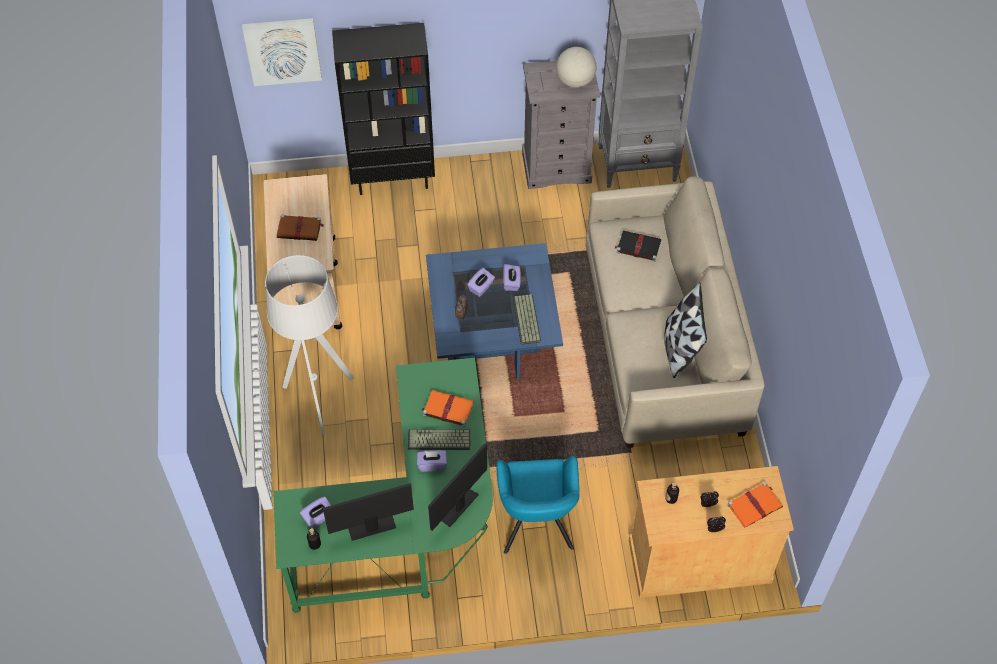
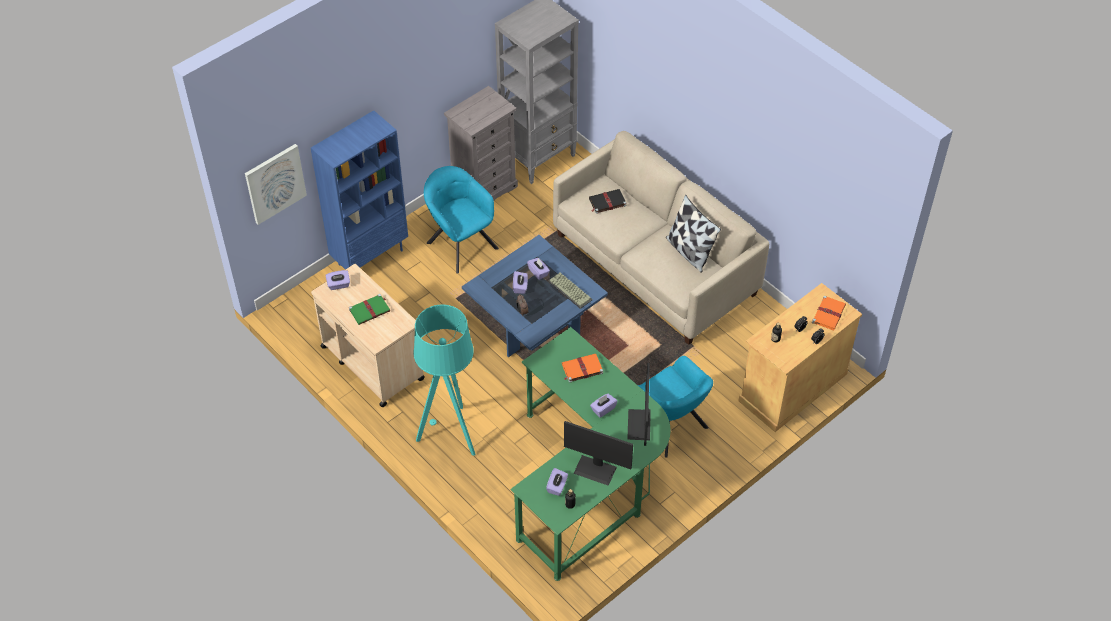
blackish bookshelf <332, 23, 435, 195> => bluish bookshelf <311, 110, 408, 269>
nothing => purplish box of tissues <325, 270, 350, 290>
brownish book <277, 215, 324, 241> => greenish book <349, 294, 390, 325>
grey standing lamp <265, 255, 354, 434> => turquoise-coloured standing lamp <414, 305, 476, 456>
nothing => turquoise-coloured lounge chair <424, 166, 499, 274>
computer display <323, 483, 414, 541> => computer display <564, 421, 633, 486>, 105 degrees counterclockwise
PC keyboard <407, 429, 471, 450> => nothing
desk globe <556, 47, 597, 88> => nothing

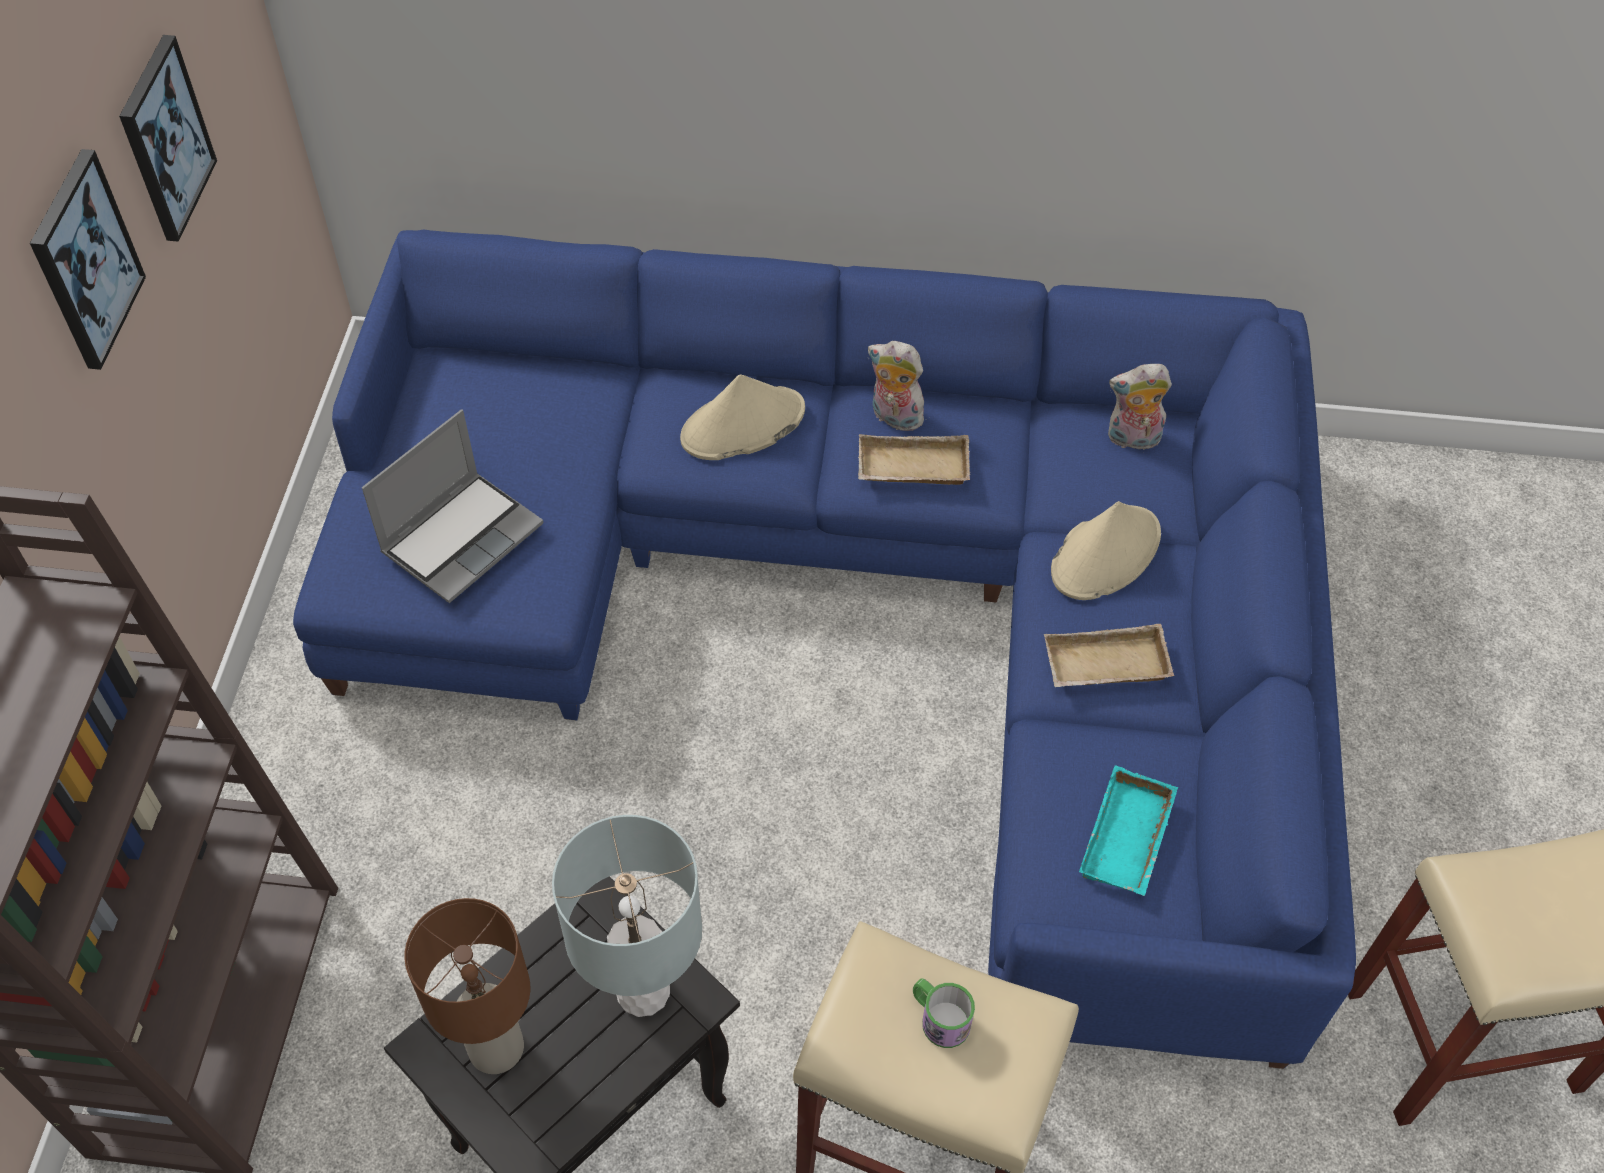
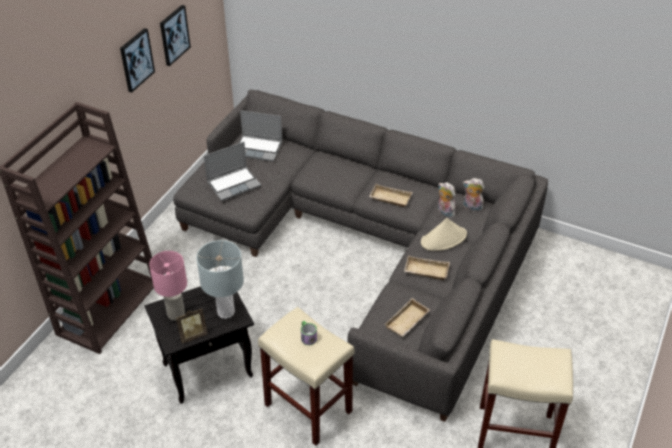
brownish tabletop lamp <405, 898, 530, 1074> => pink tabletop lamp <149, 251, 187, 321>
bluish sofa <293, 229, 1356, 1069> => grey sofa <173, 90, 548, 422>
nothing => standing frame <176, 309, 208, 343>
nothing => laptop <239, 110, 283, 162>
turquoise-coloured carrying tray <1079, 765, 1178, 896> => beige carrying tray <385, 298, 430, 337>
soft toy <868, 341, 924, 431> => soft toy <438, 182, 456, 218>, shifted
beige clothing hat <680, 374, 805, 460> => nothing

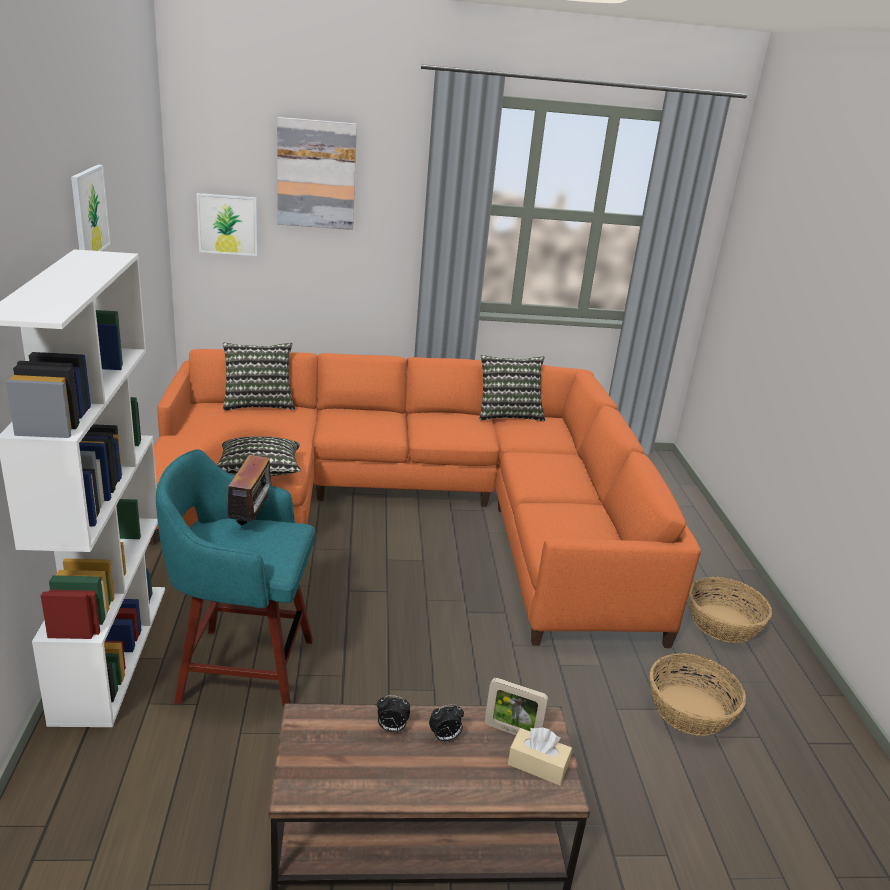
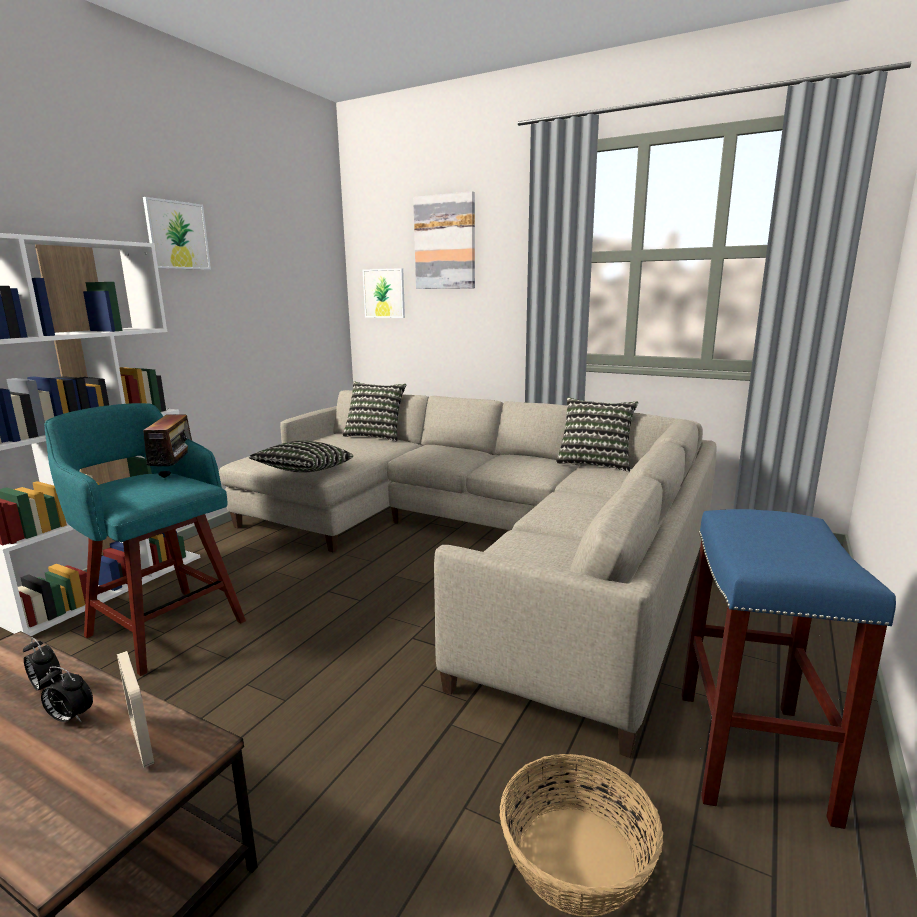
radio <227, 454, 276, 530> => radio <138, 408, 192, 478>, 45 degrees counterclockwise
orange-coloured sofa <148, 349, 701, 648> => beige sofa <219, 390, 716, 758>
household basket <689, 577, 772, 643> => bluish stool seat <682, 509, 896, 829>
beige box of tissues <508, 728, 572, 785> => nothing

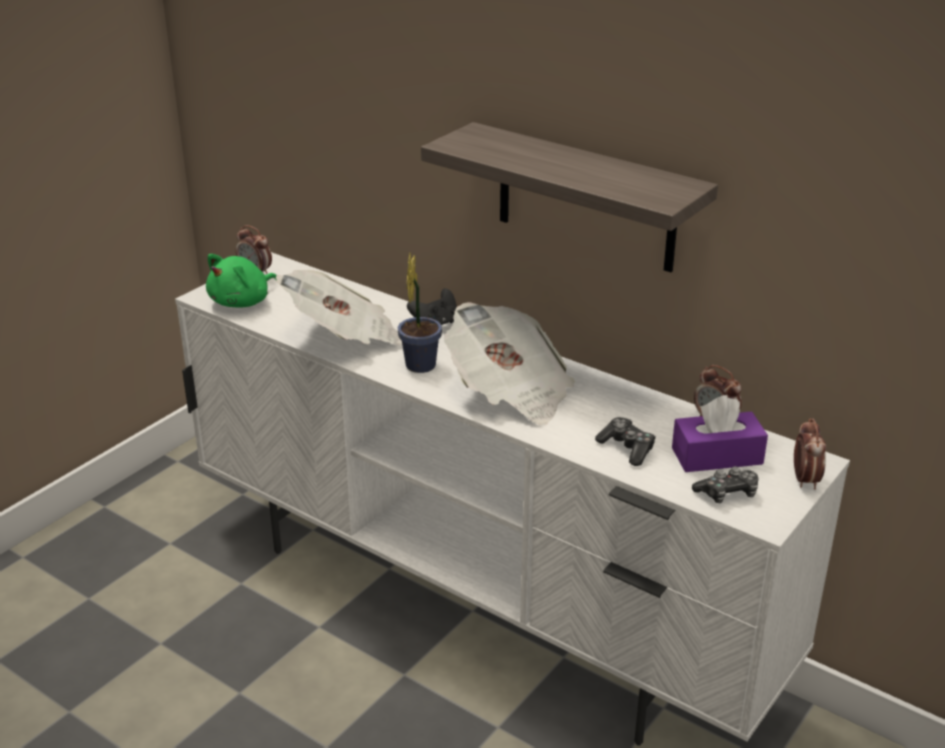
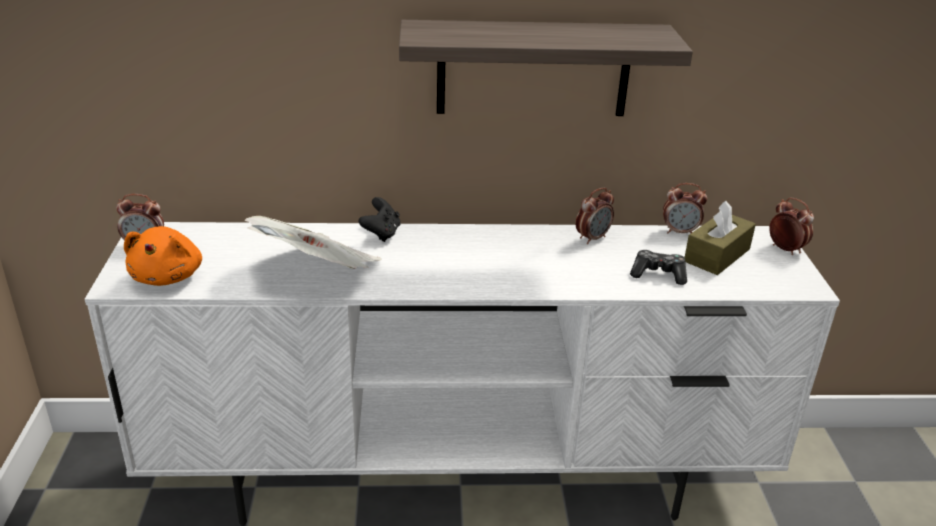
greenish soft toy <206, 254, 277, 308> => orange-coloured soft toy <124, 226, 202, 286>
nothing => table clock <576, 188, 614, 244>
purplish box of tissues <672, 395, 768, 472> => brownish box of tissues <684, 201, 756, 275>
potted plant <398, 253, 442, 373> => nothing
newspaper <444, 302, 575, 424> => nothing
gamepad <692, 466, 759, 503> => nothing

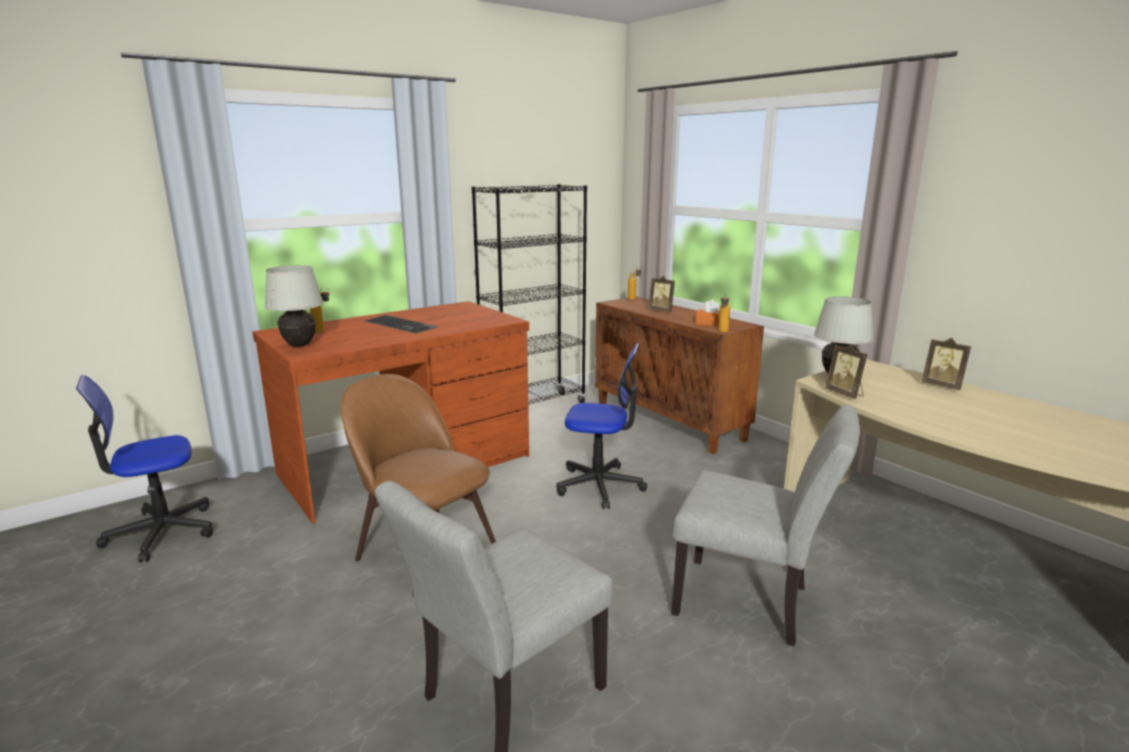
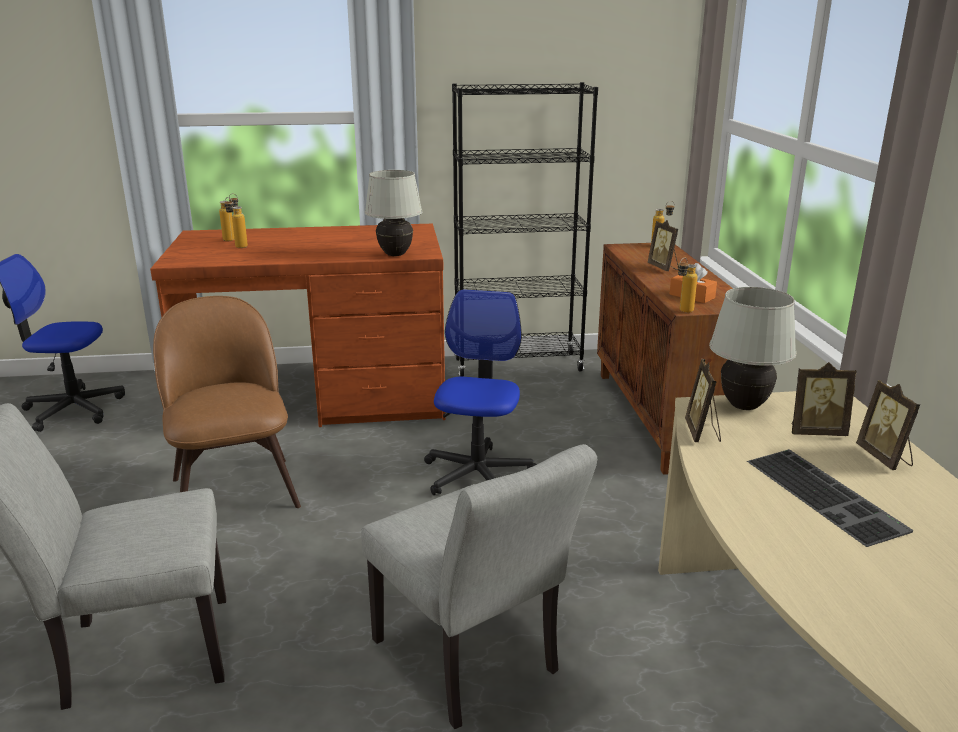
nothing => drink bottle <224, 197, 248, 248>
white tabletop lamp <264, 265, 323, 347> => white tabletop lamp <365, 170, 422, 256>, shifted
desk chair <557, 343, 647, 509> => desk chair <424, 289, 537, 495>, 120 degrees counterclockwise
PC keyboard <365, 315, 438, 333> => PC keyboard <747, 449, 914, 547>, shifted
nothing => standing frame <792, 362, 857, 436>

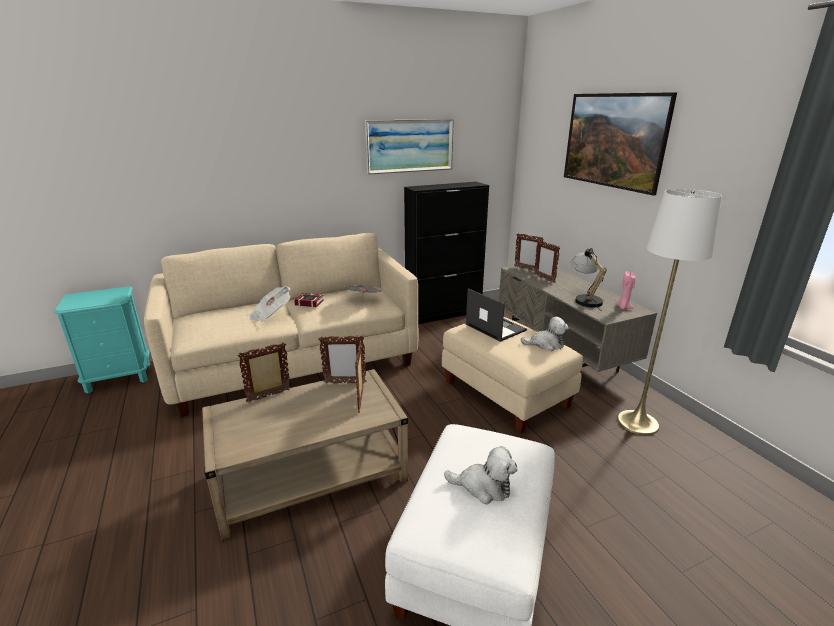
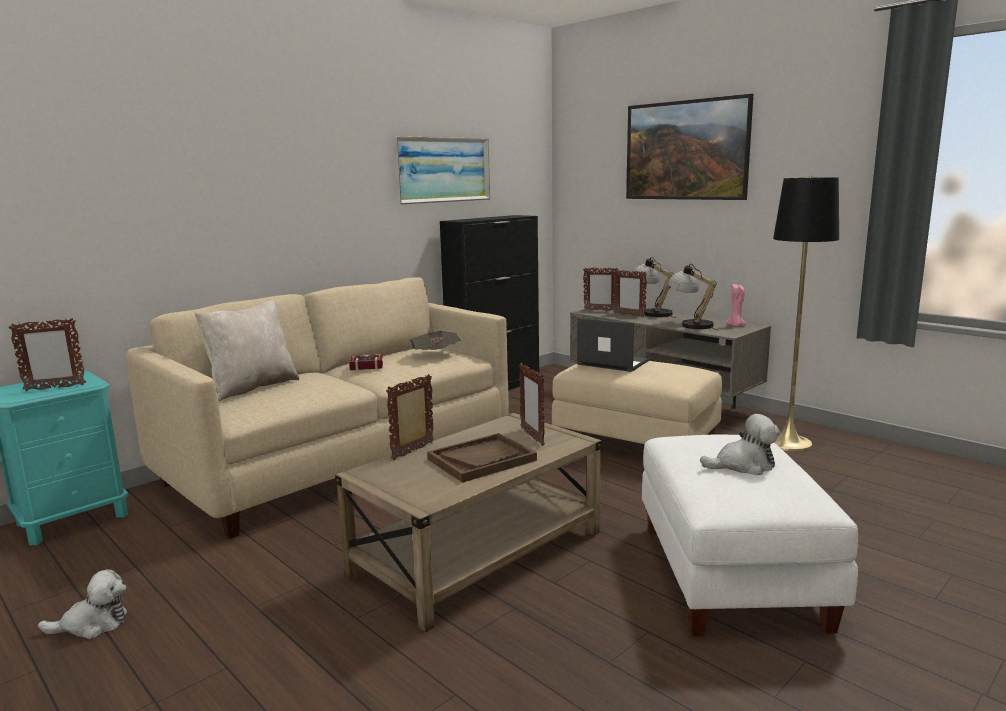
standing frame <319, 336, 366, 383> => standing frame <9, 318, 86, 391>, shifted
soft toy <521, 317, 569, 351> => soft toy <38, 569, 127, 639>, shifted
nothing => beige throw pillow <195, 300, 299, 401>
nothing => brownish carrying tray <427, 433, 537, 483>
nothing => tabletop lamp <633, 257, 676, 318>
white standing lamp <617, 189, 722, 435> => blackish standing lamp <773, 176, 839, 452>
newspaper <247, 286, 290, 322> => nothing

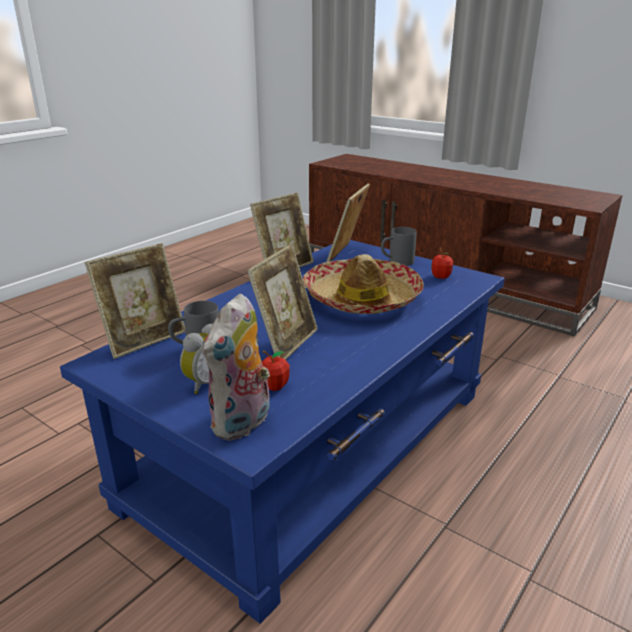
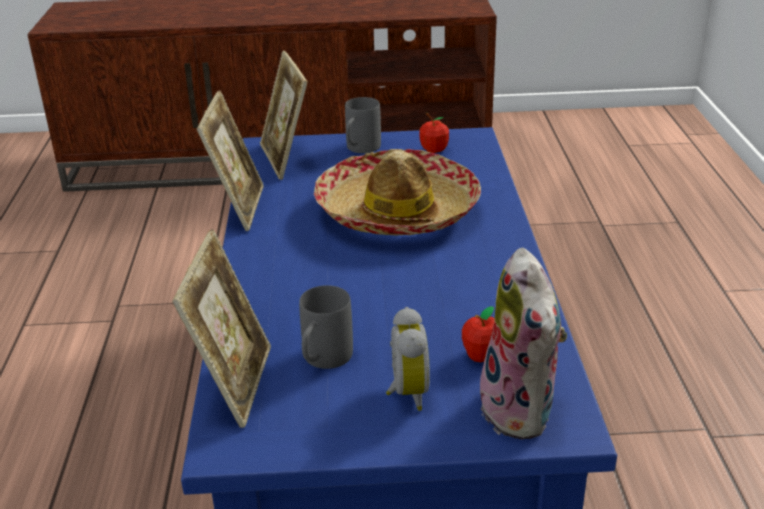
standing frame <247, 244, 318, 360> => nothing

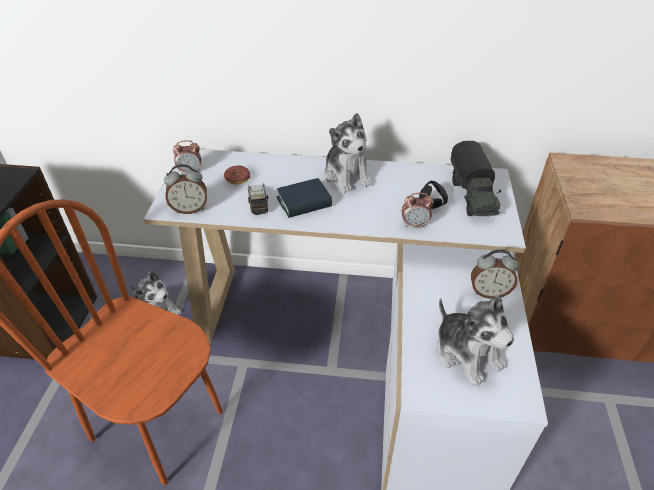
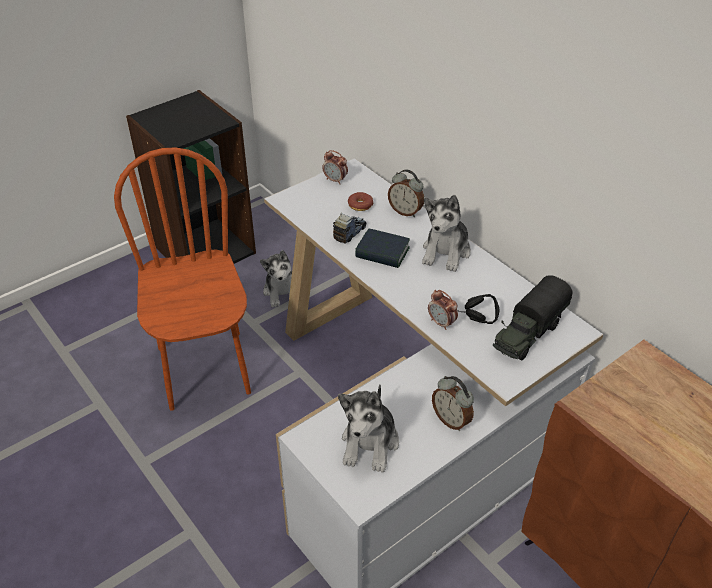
table clock <164, 164, 207, 214> => table clock <388, 169, 424, 217>, shifted

